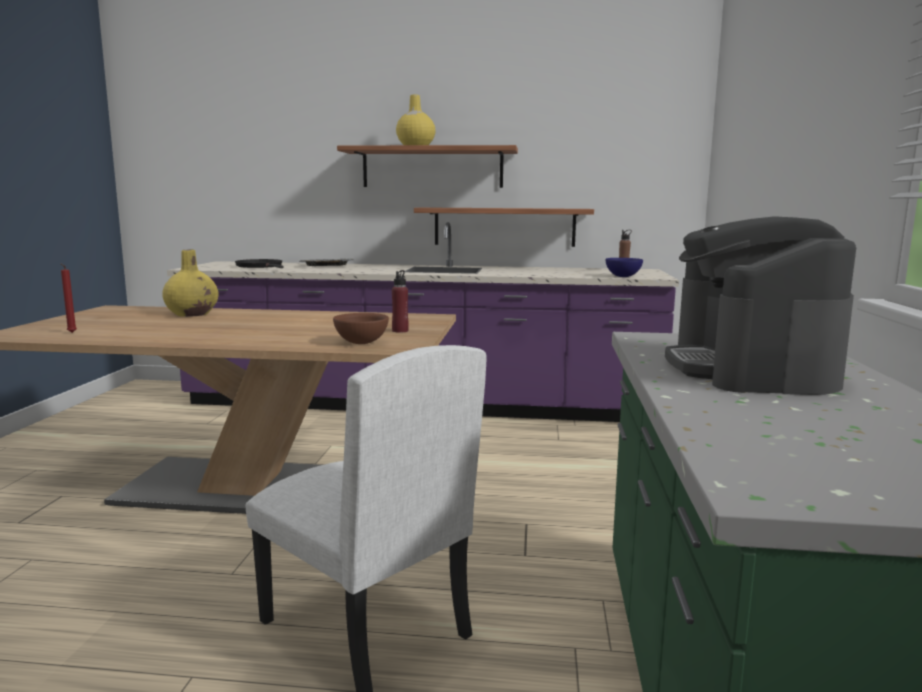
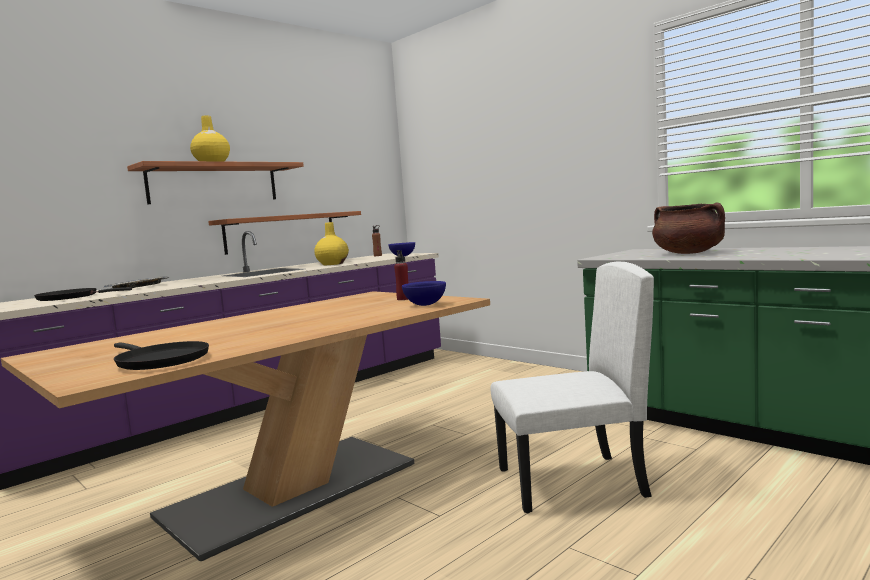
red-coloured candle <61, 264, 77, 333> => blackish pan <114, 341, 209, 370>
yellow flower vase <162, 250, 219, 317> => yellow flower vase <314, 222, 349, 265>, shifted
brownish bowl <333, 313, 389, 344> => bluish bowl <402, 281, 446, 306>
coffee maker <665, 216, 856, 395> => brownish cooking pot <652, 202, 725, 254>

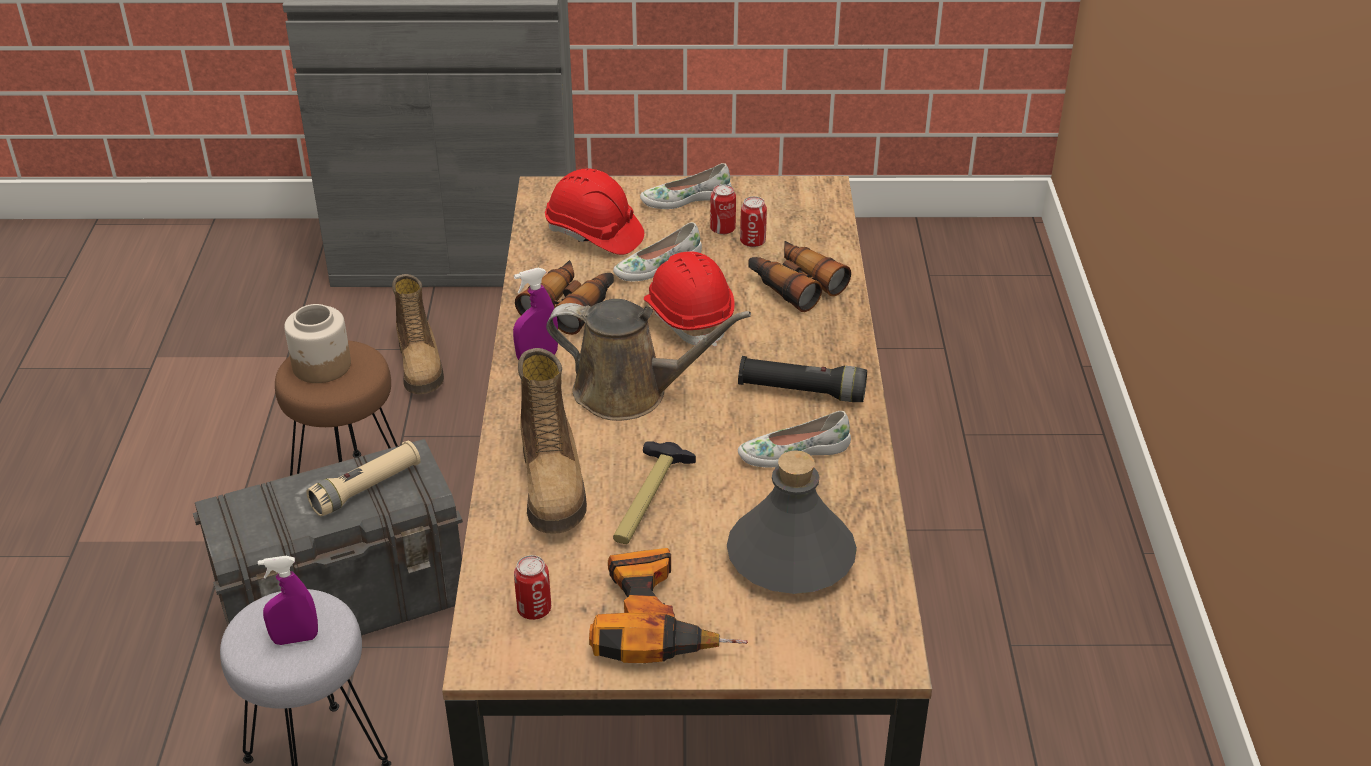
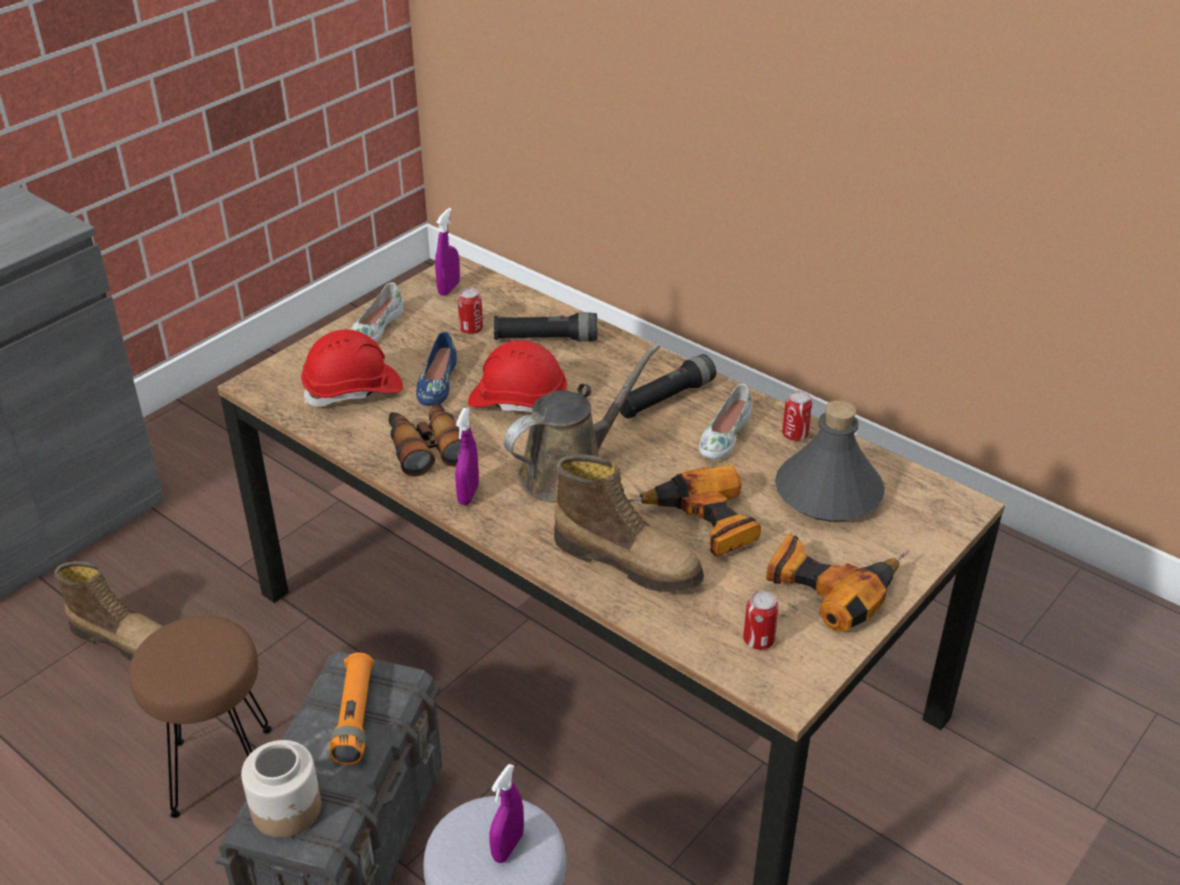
jar <284, 304, 351, 383> => jar <241, 740, 321, 838>, shifted
beige hand torch <306, 441, 421, 516> => orange-coloured hand torch <330, 652, 373, 765>
white low shoe <613, 222, 702, 281> => bluish low shoe <416, 332, 457, 406>
nothing => purplish hand sprayer <435, 208, 460, 296>
field glasses <748, 241, 851, 312> => blackish hand torch <494, 312, 597, 342>
hammer <613, 442, 696, 544> => power drill <629, 465, 761, 557>
sealed can <710, 184, 736, 235> => sealed can <782, 390, 812, 441>, shifted

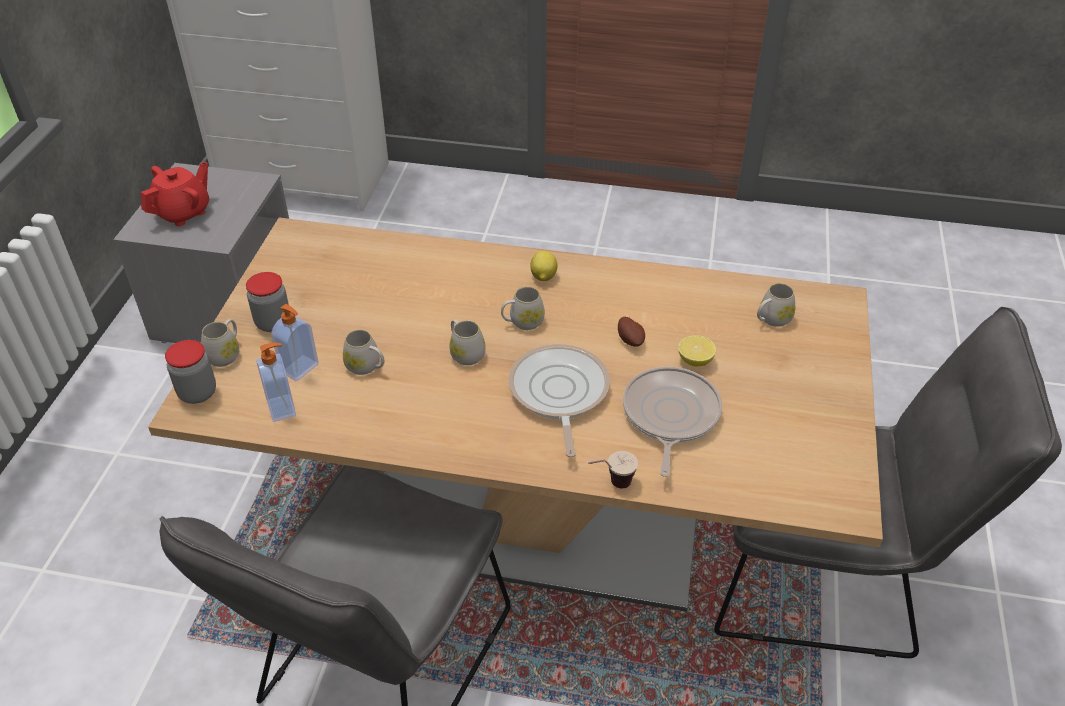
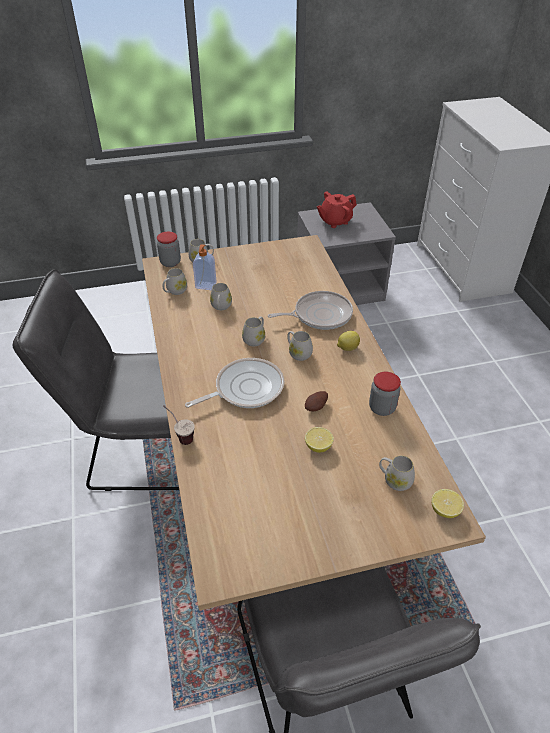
soap bottle <256, 343, 296, 422> => white mug <163, 268, 187, 295>
pan <623, 367, 722, 477> => pan <268, 291, 353, 330>, shifted
red-coloured pot for tea <141, 162, 209, 226> => red-coloured pot for tea <317, 192, 357, 228>, 135 degrees clockwise
jar <246, 272, 289, 332> => jar <369, 372, 401, 416>, shifted
nothing => whole lemon <432, 489, 464, 518>

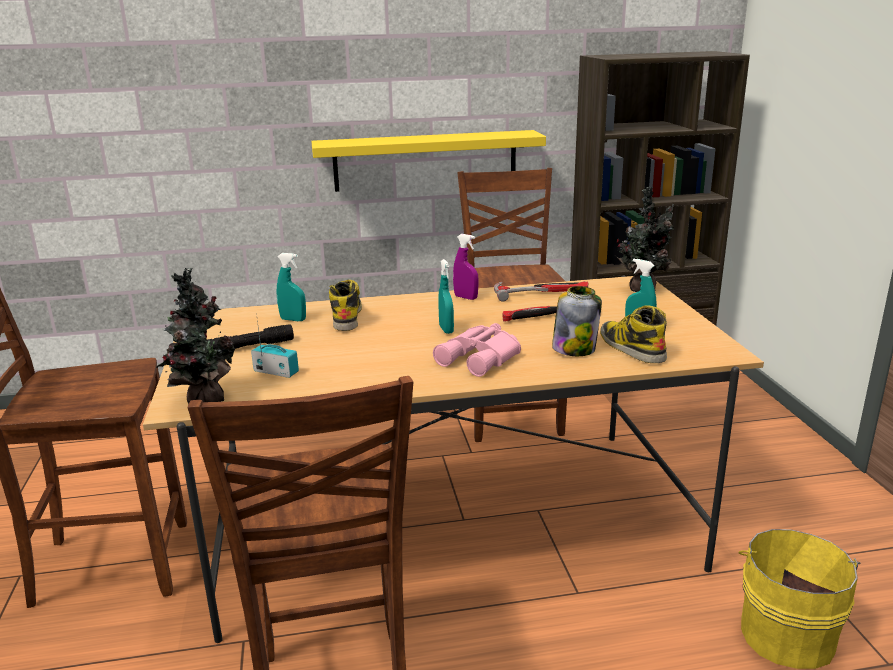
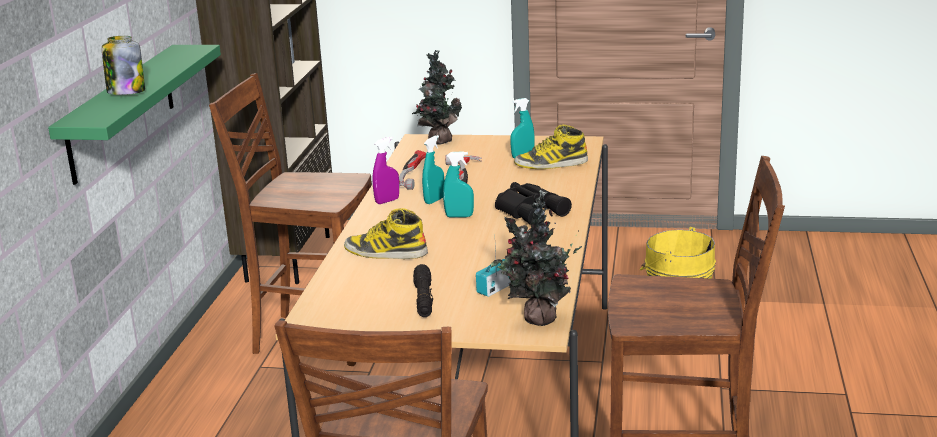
yellow shelf <311, 130, 546, 192> => greenish shelf <48, 45, 221, 185>
jar <552, 286, 602, 356> => jar <102, 36, 145, 95>, shifted
turquoise-coloured hand sprayer <277, 253, 306, 322> => turquoise-coloured hand sprayer <422, 135, 445, 204>, shifted
pink field glasses <433, 323, 521, 377> => blackish field glasses <495, 182, 572, 225>

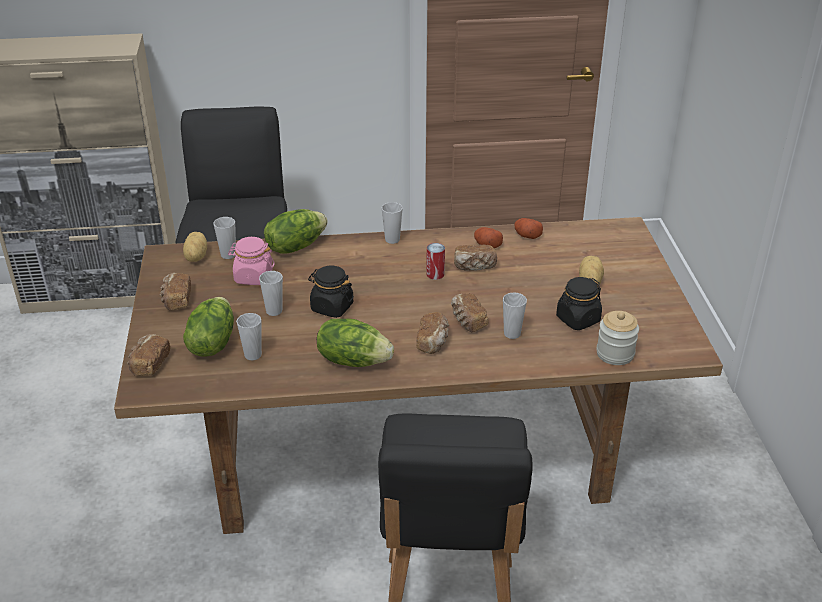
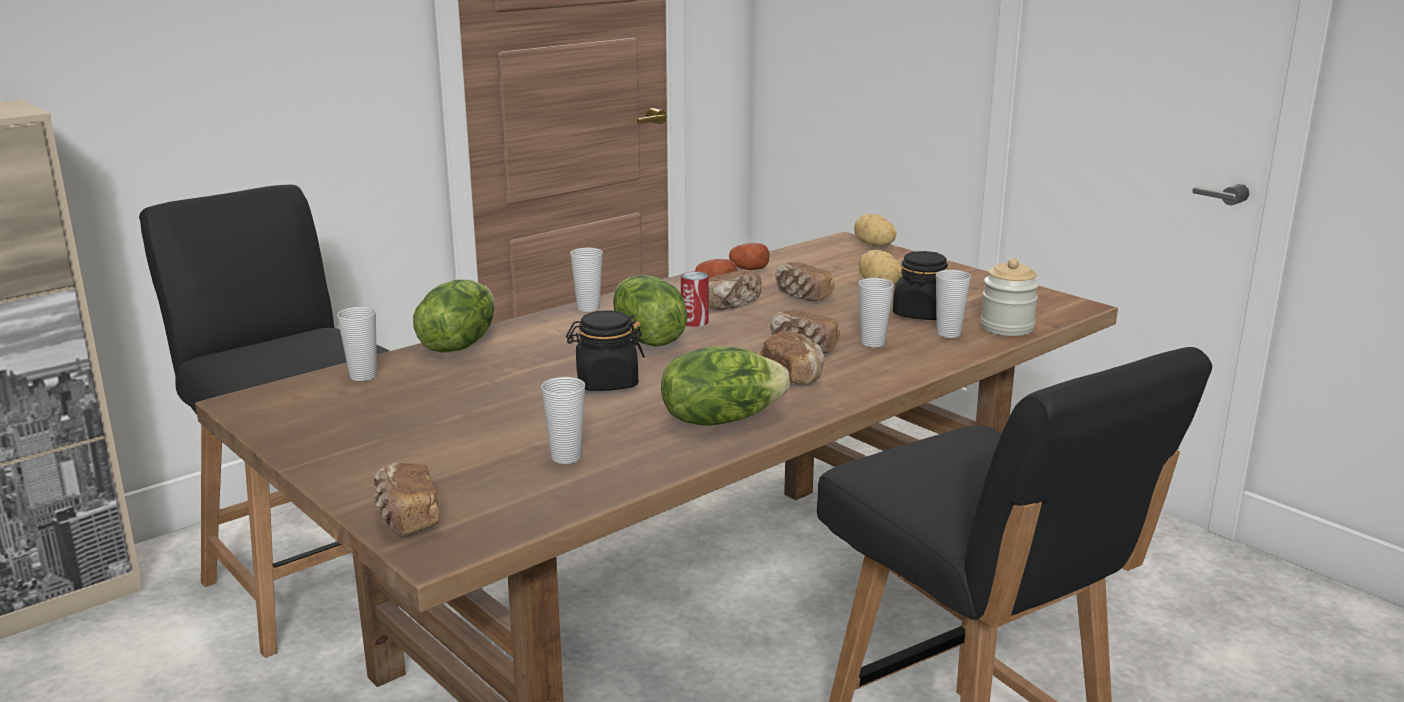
lettuce head <183, 297, 234, 357> => lettuce head <613, 275, 687, 347>, shifted
baked bread <160, 273, 191, 311> => baked bread <775, 262, 835, 302>, shifted
potato <183, 232, 207, 262> => potato <854, 214, 896, 247>, shifted
drinking cup <259, 271, 283, 316> => drinking cup <936, 270, 971, 338>, shifted
pink jar <228, 237, 275, 285> => nothing

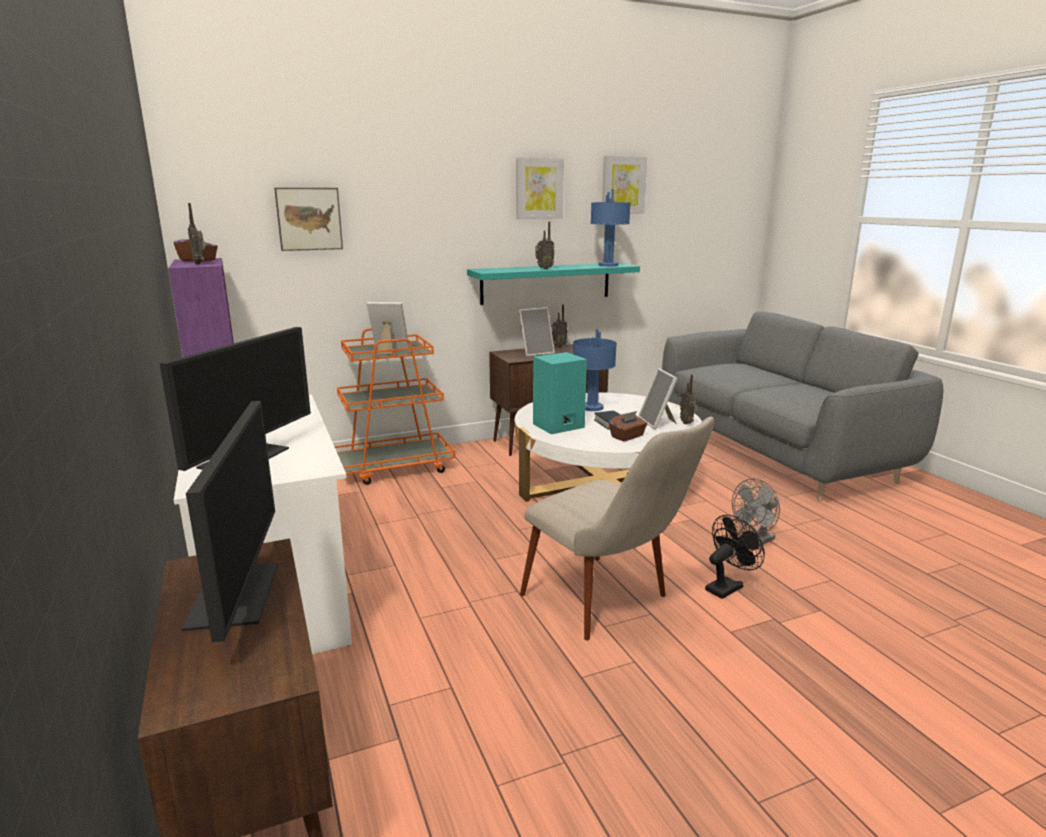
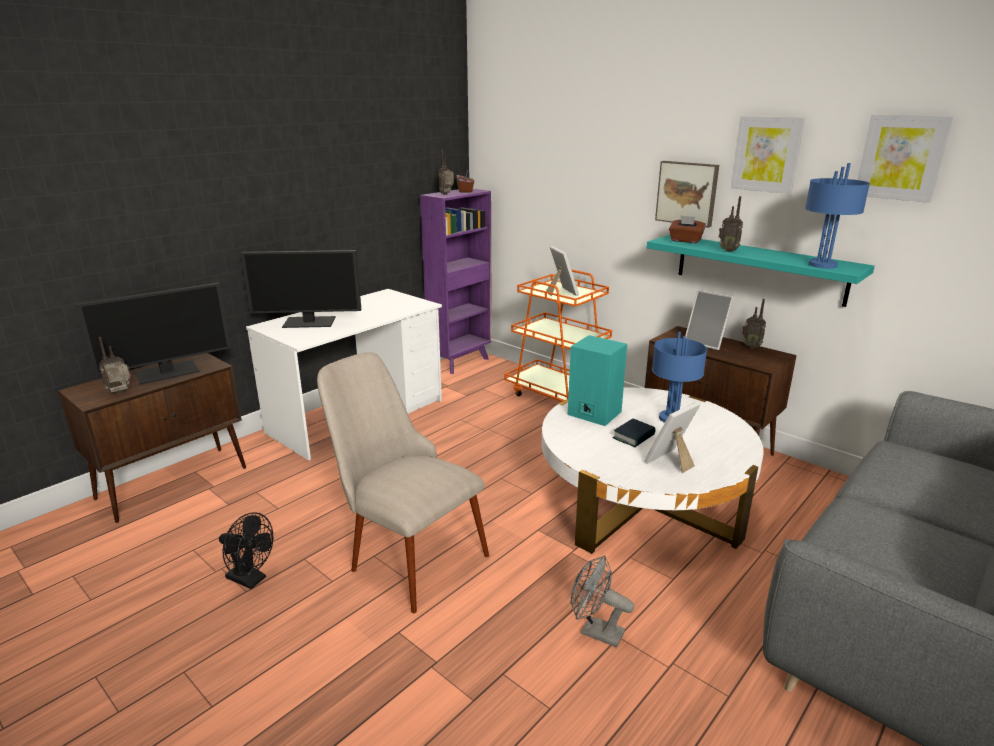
radio <680, 374, 697, 424> => radio <99, 337, 131, 394>, shifted
blackish fan <705, 515, 765, 599> => blackish fan <219, 512, 273, 589>, shifted
beige chair <520, 417, 714, 641> => beige chair <317, 352, 489, 613>, 105 degrees clockwise
wall art <274, 188, 343, 251> => wall art <655, 161, 719, 228>, shifted
brownish box of tissues <609, 411, 647, 441> => brownish box of tissues <669, 215, 706, 243>, shifted

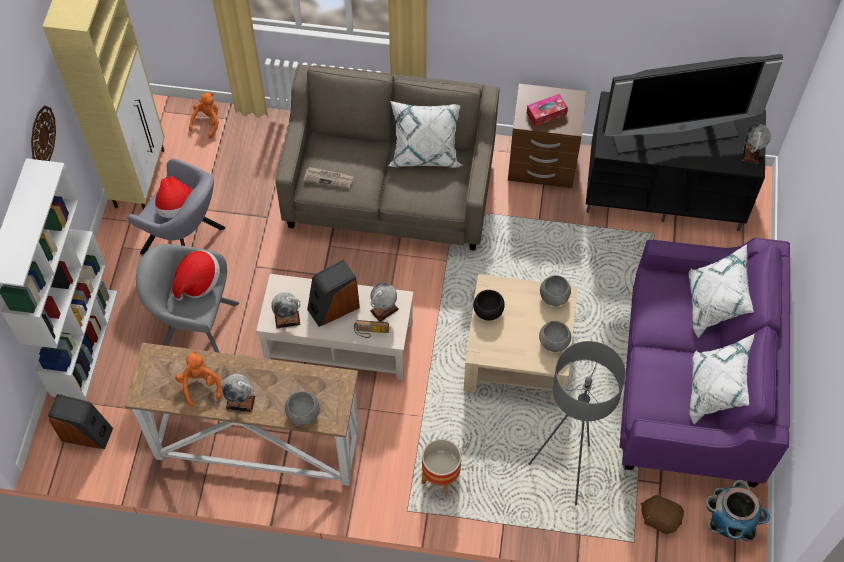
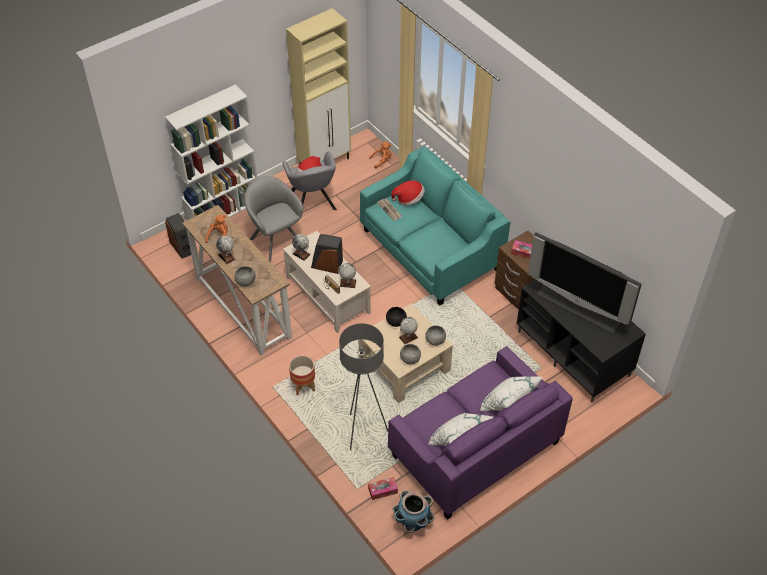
beige sofa <276, 64, 500, 250> => turquoise-coloured sofa <360, 146, 510, 306>
brownish soft toy <640, 492, 684, 534> => box of tissues <368, 477, 398, 500>
clothing hat <172, 250, 220, 301> => clothing hat <391, 180, 425, 206>, shifted
desk globe <742, 124, 771, 164> => desk globe <399, 317, 418, 344>, shifted
wall clock <31, 106, 56, 161> => nothing
white throw pillow <388, 101, 463, 168> => nothing

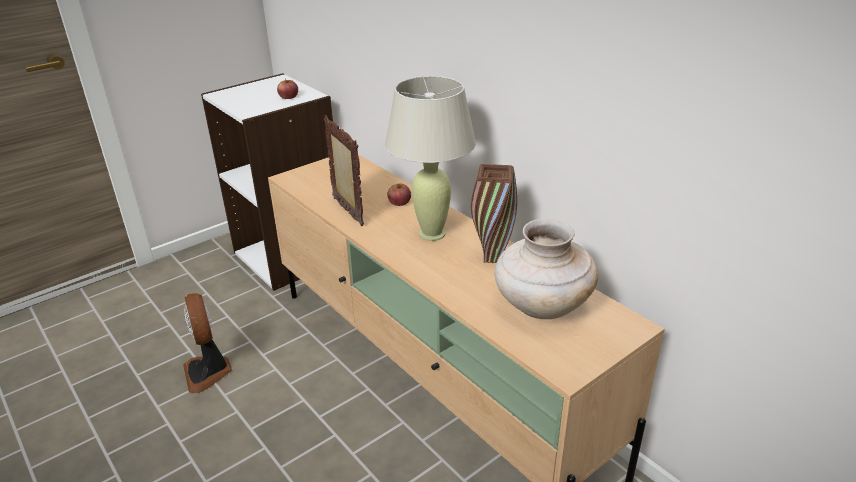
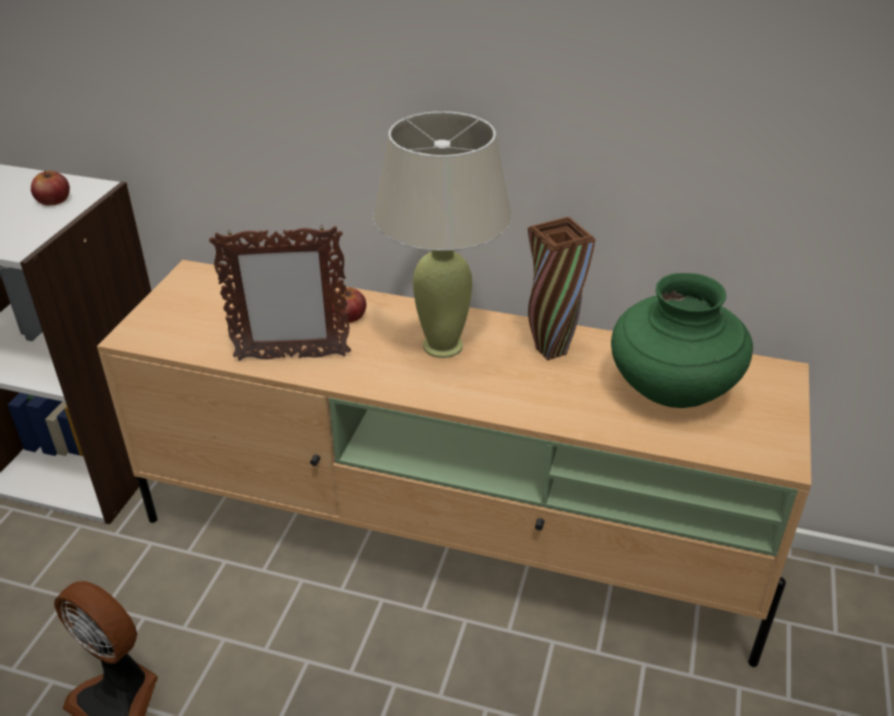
standing frame <324, 115, 364, 226> => standing frame <209, 226, 351, 361>, 150 degrees clockwise
beige flower vase <495, 219, 598, 319> => greenish flower vase <611, 273, 753, 408>

